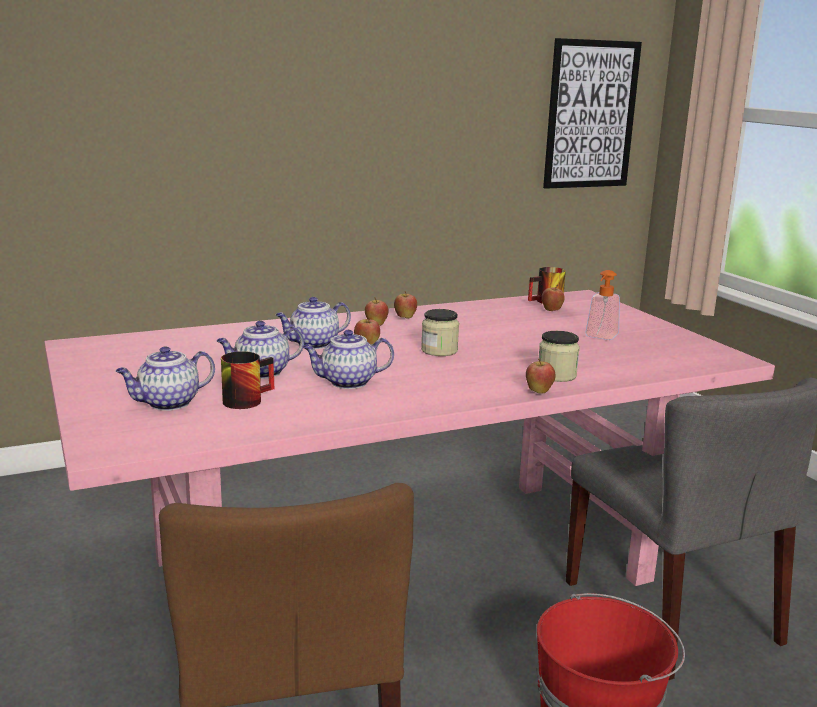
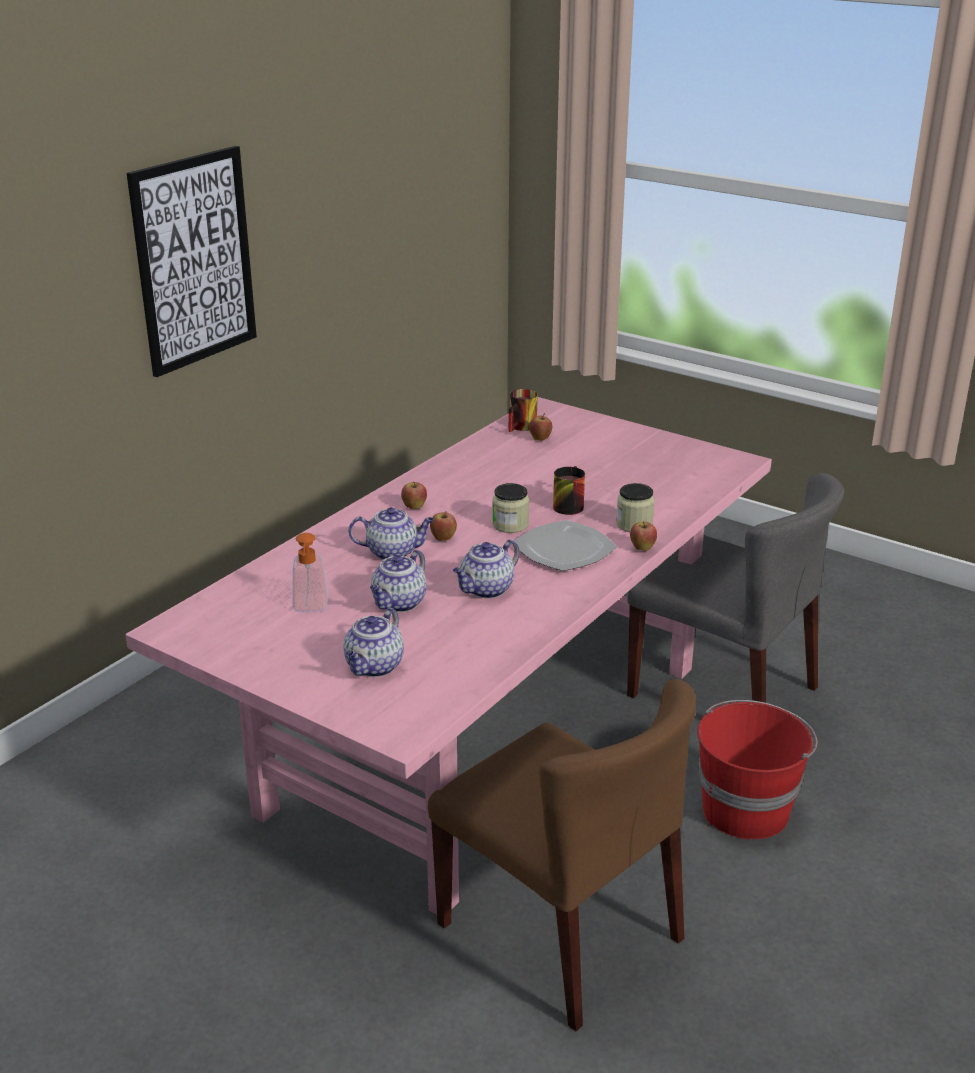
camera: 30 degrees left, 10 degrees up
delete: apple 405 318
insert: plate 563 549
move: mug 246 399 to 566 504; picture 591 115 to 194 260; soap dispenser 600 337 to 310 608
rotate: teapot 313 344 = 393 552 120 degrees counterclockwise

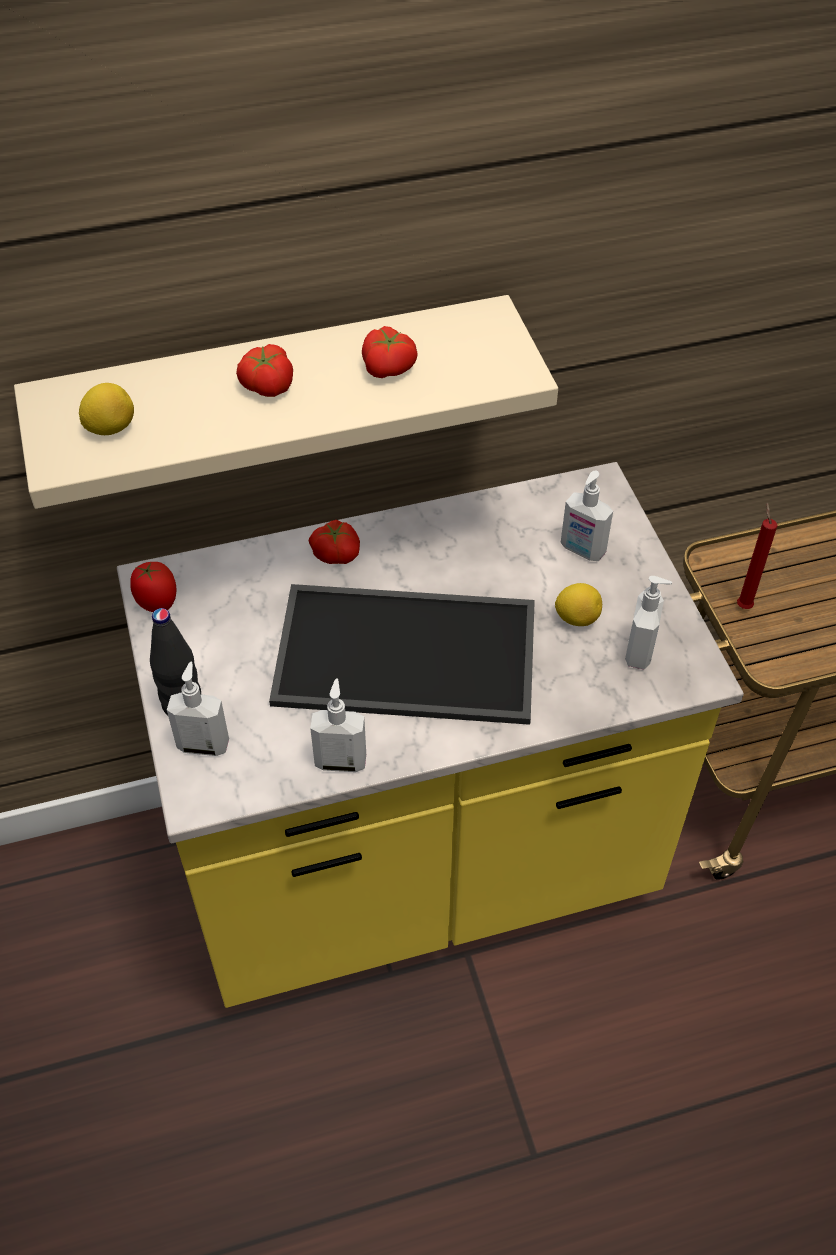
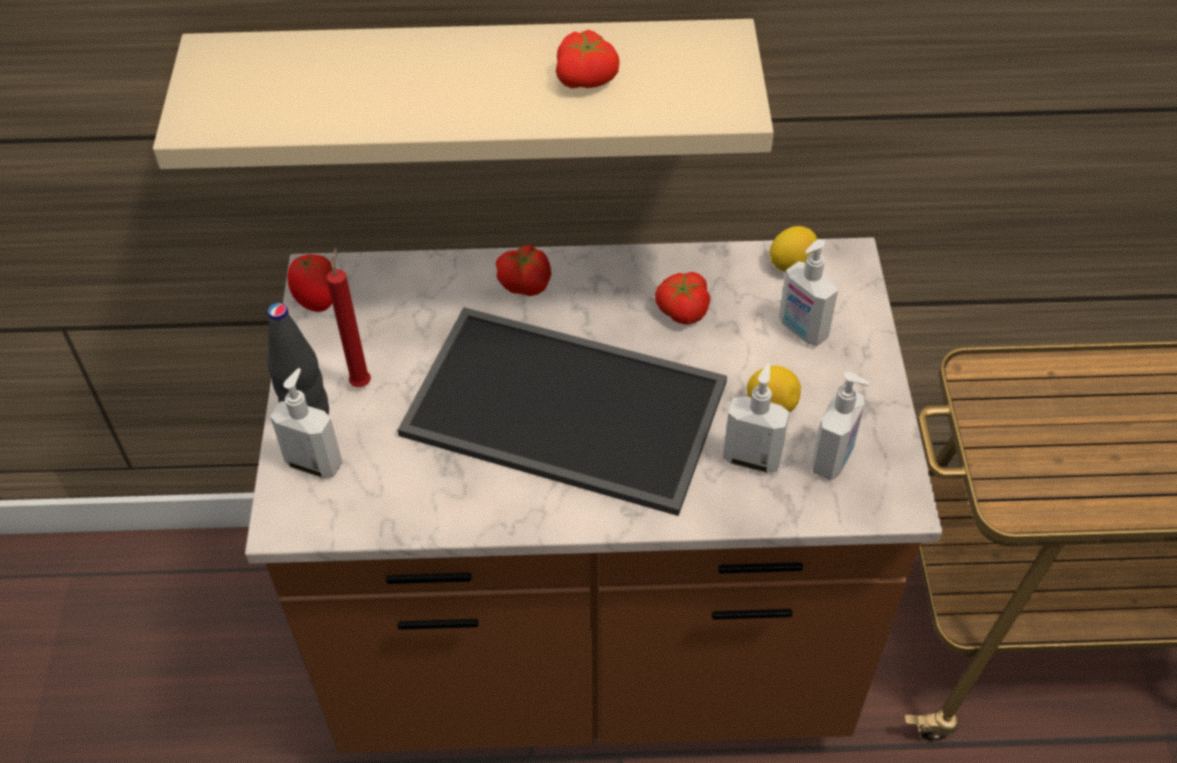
camera: 15 degrees right, 0 degrees up
move: lemon 110 428 to 792 266; tomato 266 386 to 681 310; soap dispenser 341 760 to 752 458; candle (red) 743 605 to 362 381
recolor: counter (yellow) 418 868 to counter (brown) 592 649

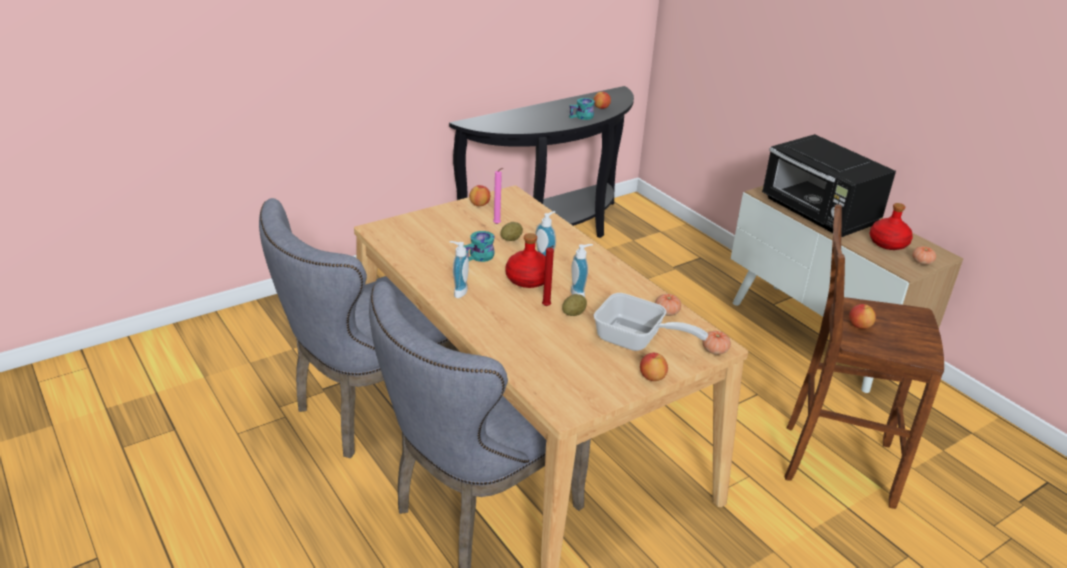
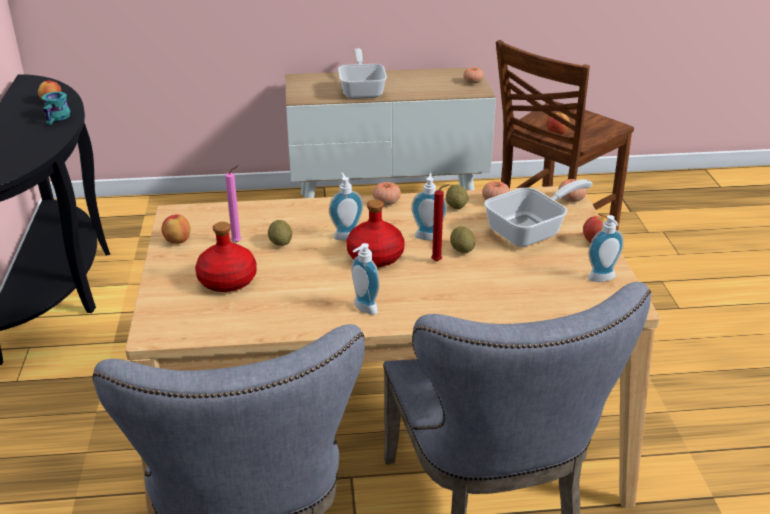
camera: 60 degrees left, 0 degrees up
delete: mug (turquoise) 480 258
insert: tomato 386 202; potato 456 206; soap dispenser 603 279
move: bottle (red) 888 243 to 228 281
replace: microwave (black) 819 214 to frying pan 362 90

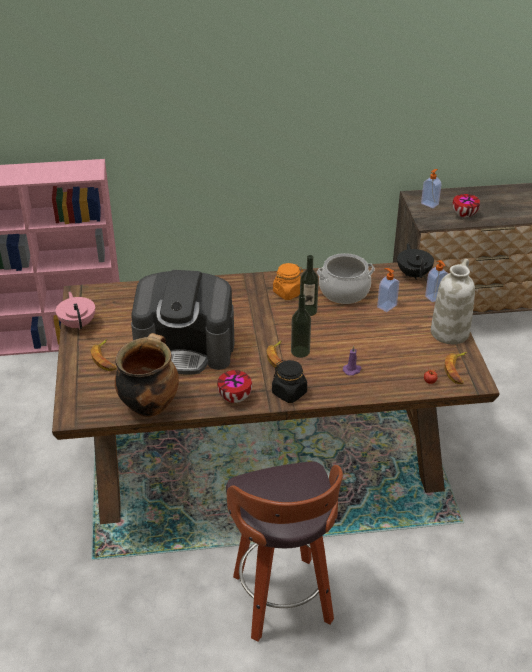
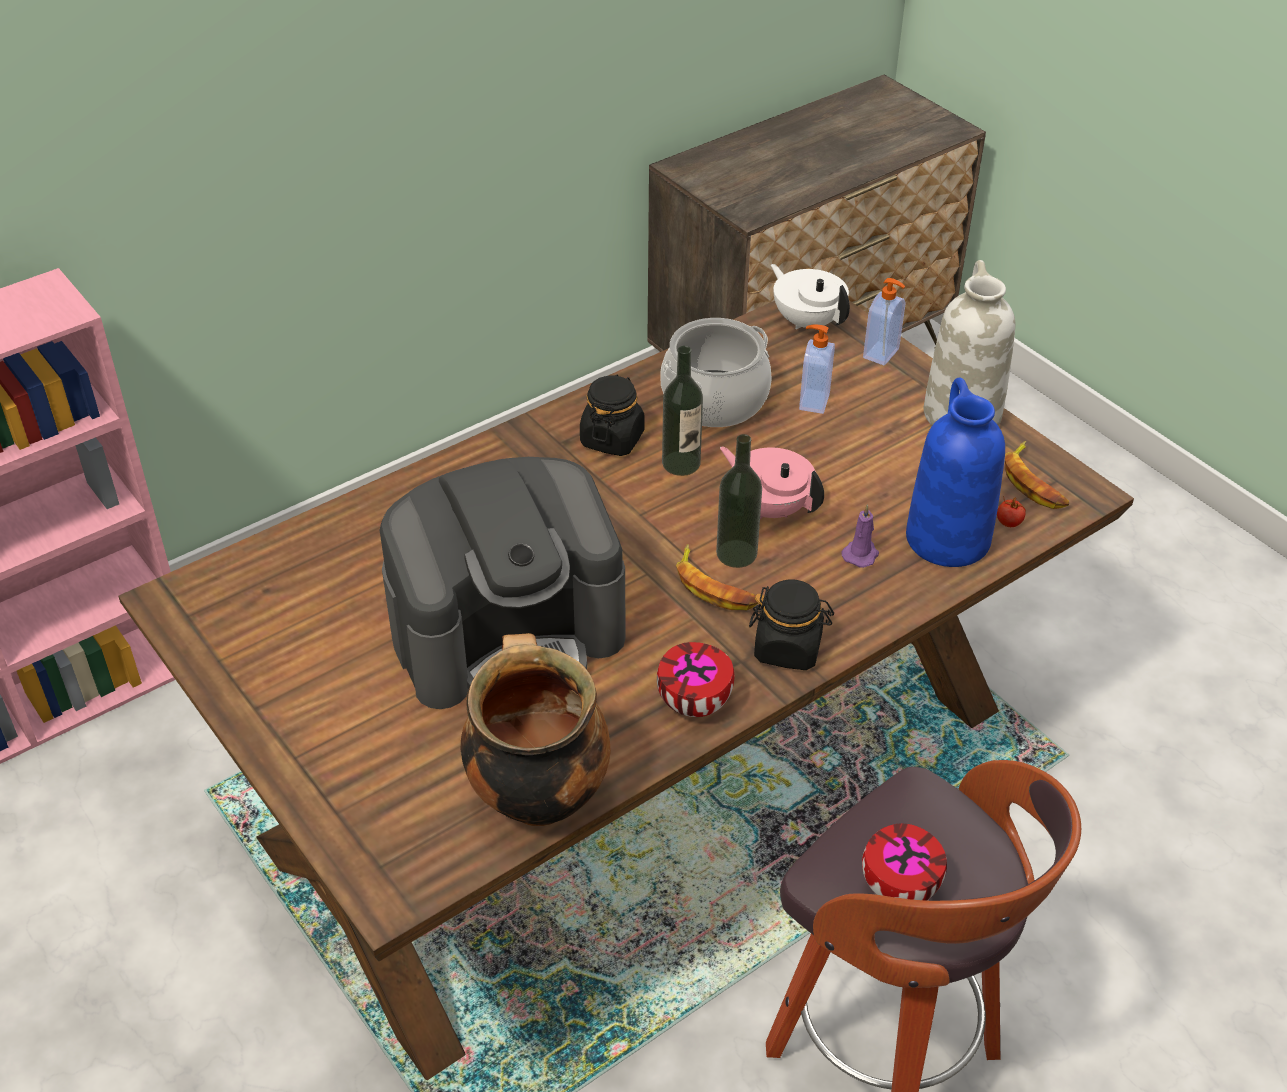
camera: 30 degrees left, 5 degrees up
delete: banana 105 359; soap dispenser 430 204
insert: vase (blue) 946 538
move: teapot (pink) 78 324 to 770 507; bowl 463 215 to 897 887
recolor: jar (orange) 288 292 to jar (black) 612 438; teapot (black) 413 274 to teapot (white) 807 321

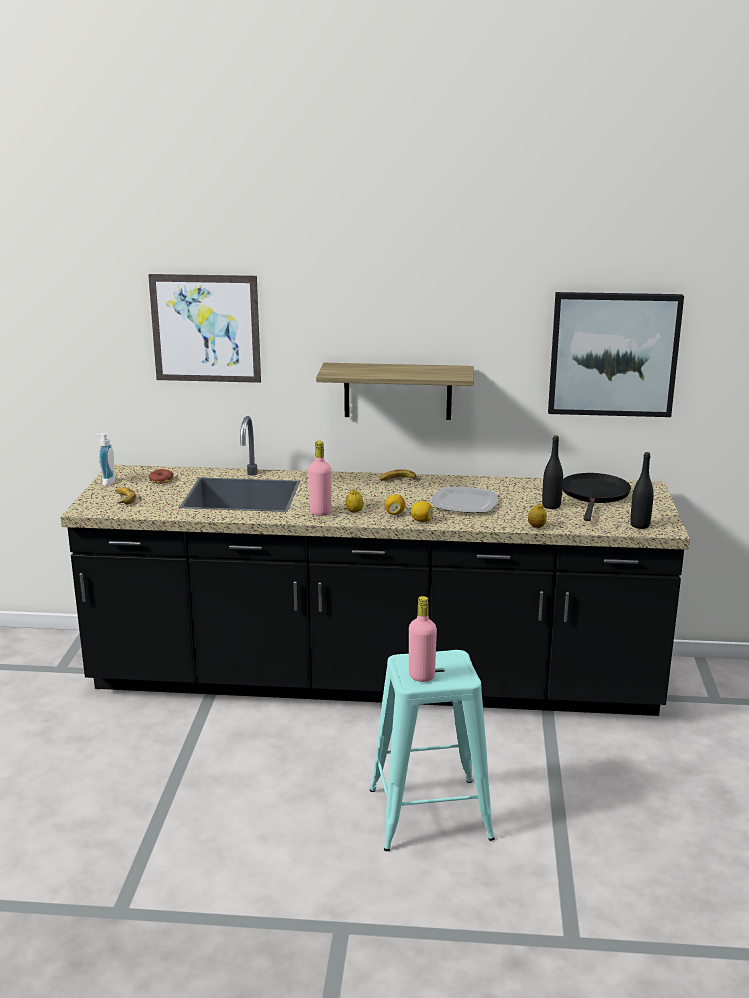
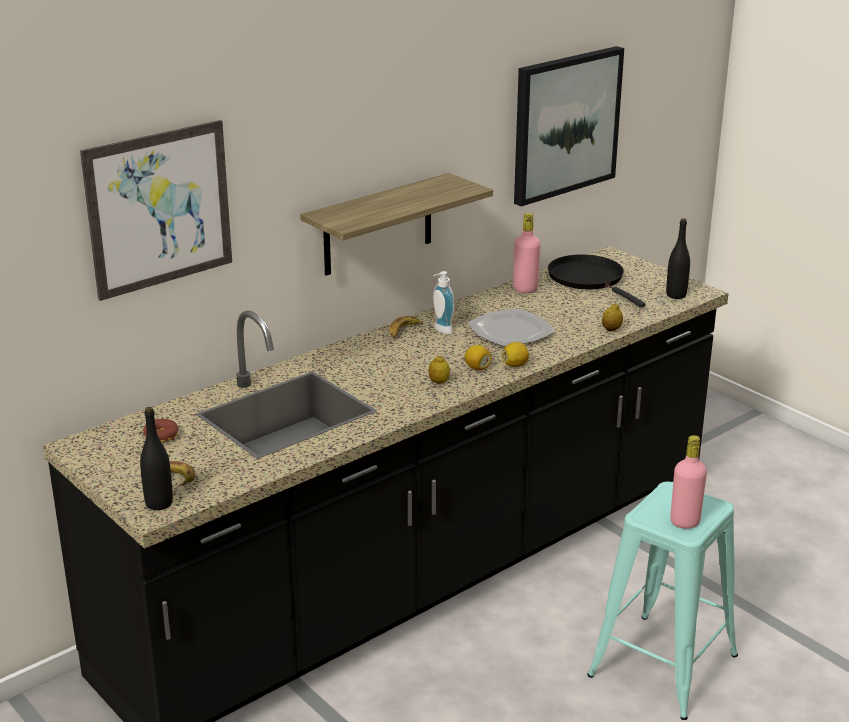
camera: 45 degrees left, 5 degrees up
move: soap dispenser 106 482 to 440 330; bottle (pink) 320 512 to 525 289; bottle (black) 551 506 to 159 503

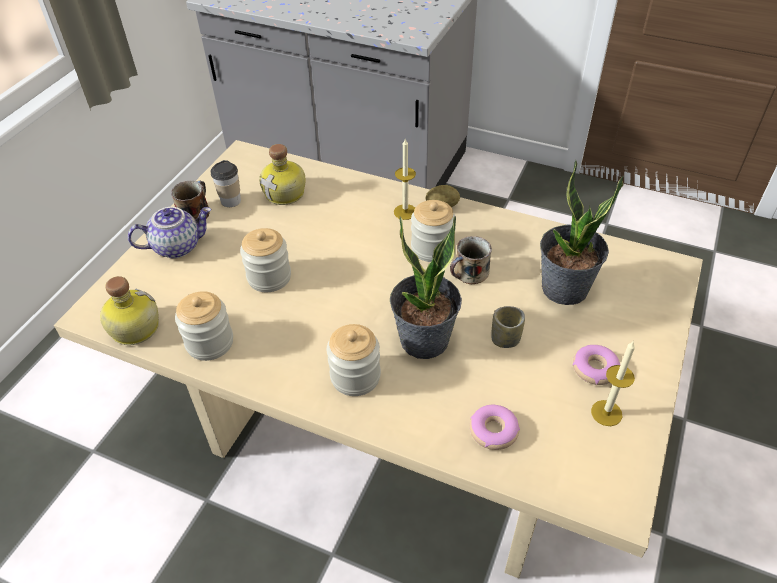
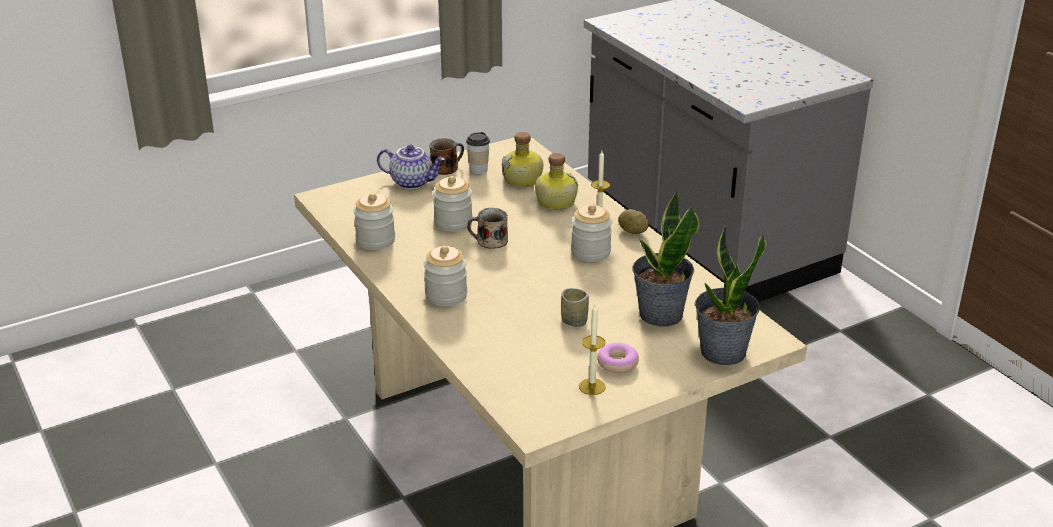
camera: 35 degrees right, 15 degrees down
delete: donut 493 431
move: bottle 133 328 to 555 201; potted plant 424 340 to 722 352; mug 470 273 to 490 241

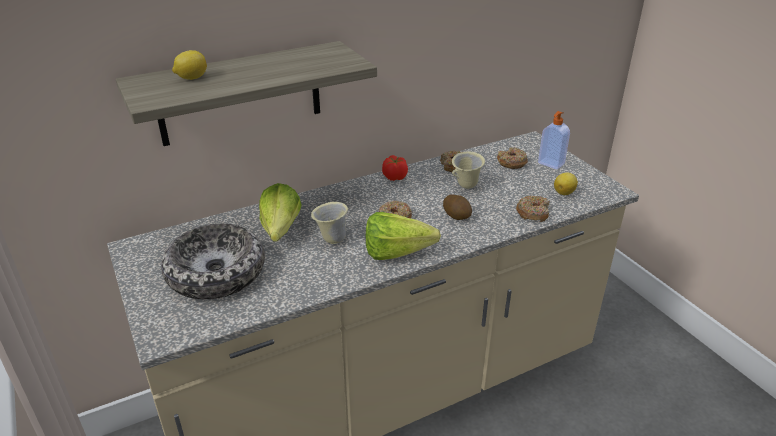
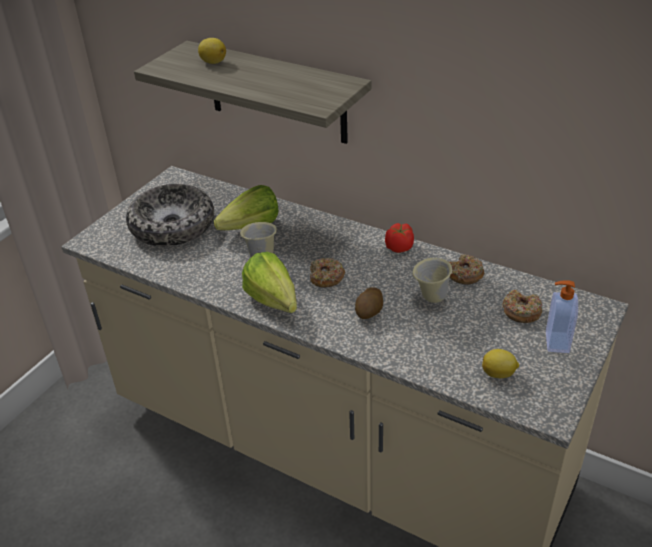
camera: 60 degrees right, 5 degrees up
delete: donut 533 213

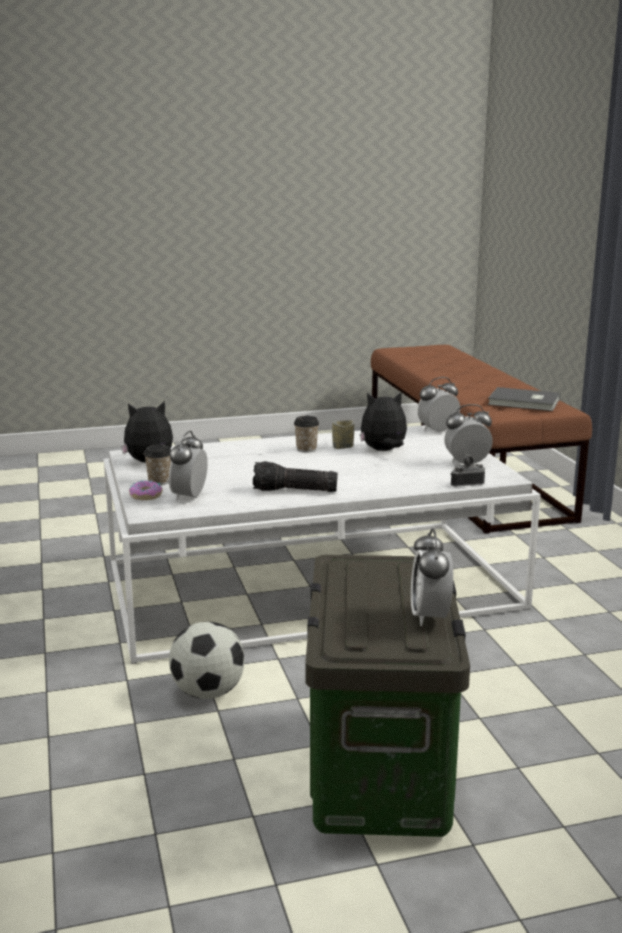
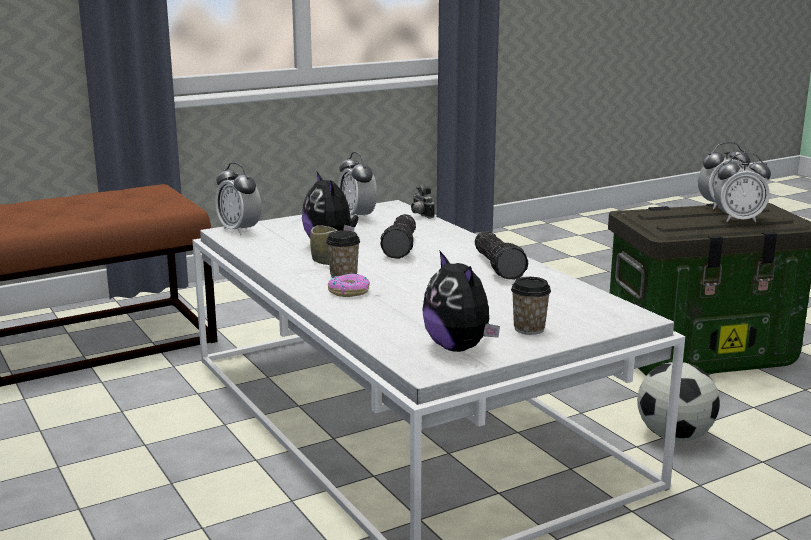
camera: 105 degrees left, 0 degrees up
delete: book (grey) 524 402
insert: flashlight 402 247
move: donut 146 495 to 349 291; alarm clock 189 497 to 738 220

